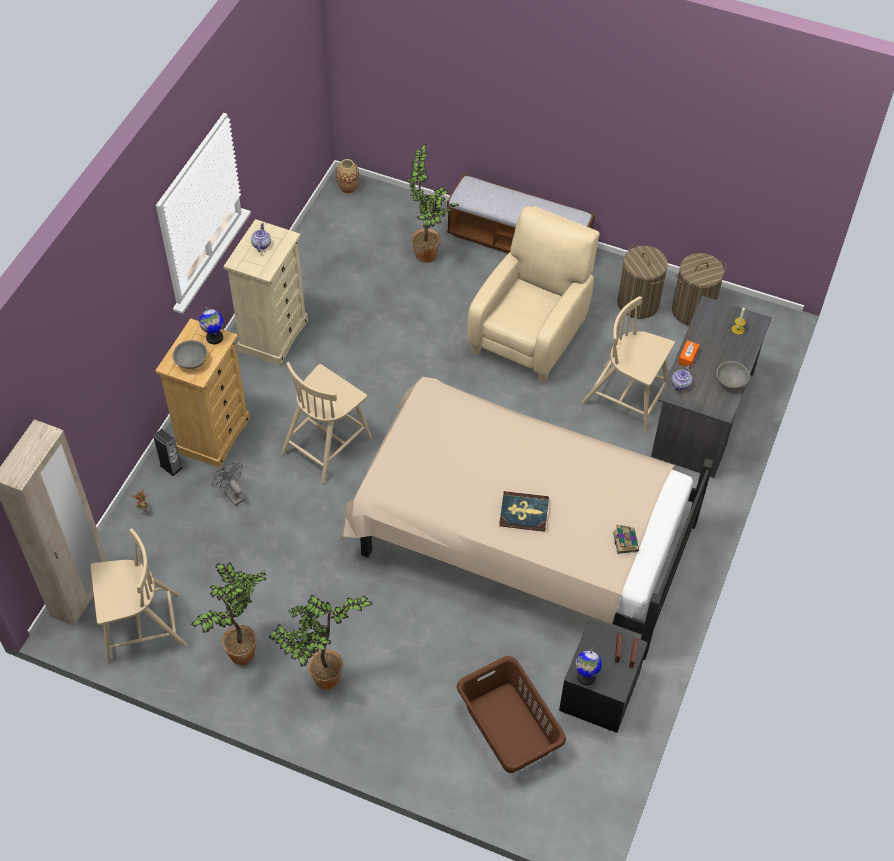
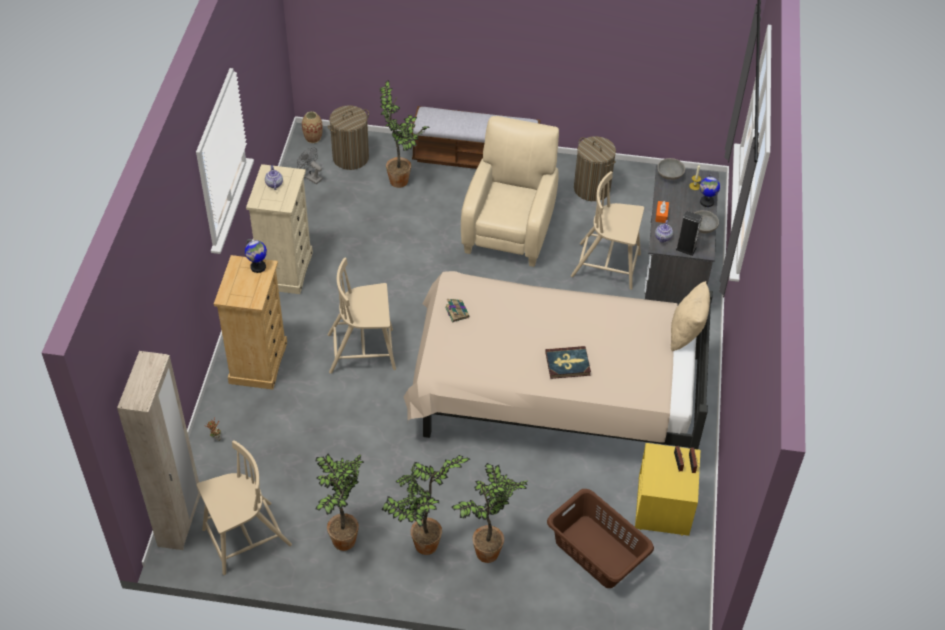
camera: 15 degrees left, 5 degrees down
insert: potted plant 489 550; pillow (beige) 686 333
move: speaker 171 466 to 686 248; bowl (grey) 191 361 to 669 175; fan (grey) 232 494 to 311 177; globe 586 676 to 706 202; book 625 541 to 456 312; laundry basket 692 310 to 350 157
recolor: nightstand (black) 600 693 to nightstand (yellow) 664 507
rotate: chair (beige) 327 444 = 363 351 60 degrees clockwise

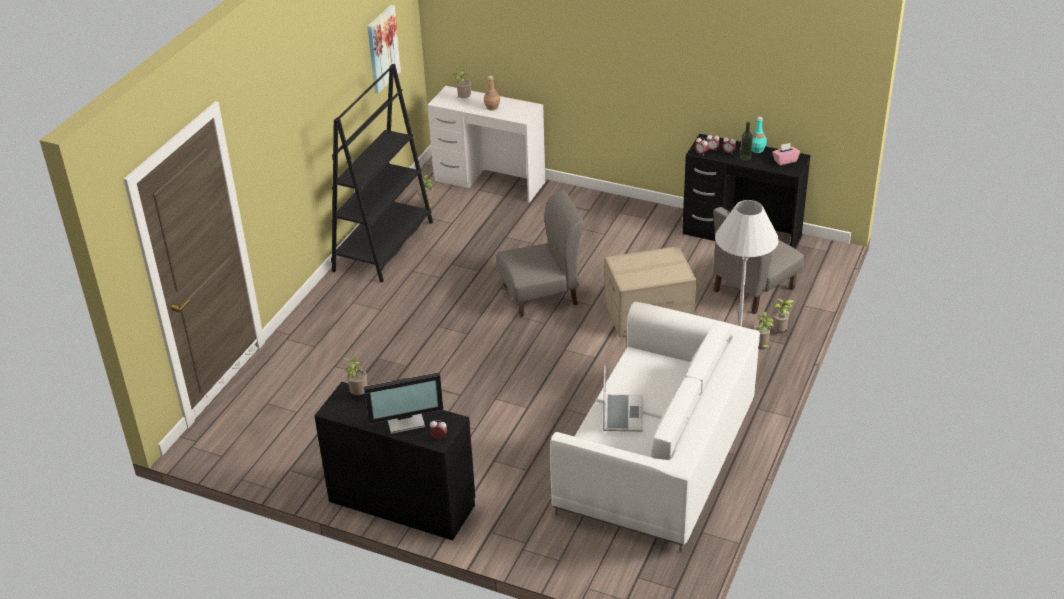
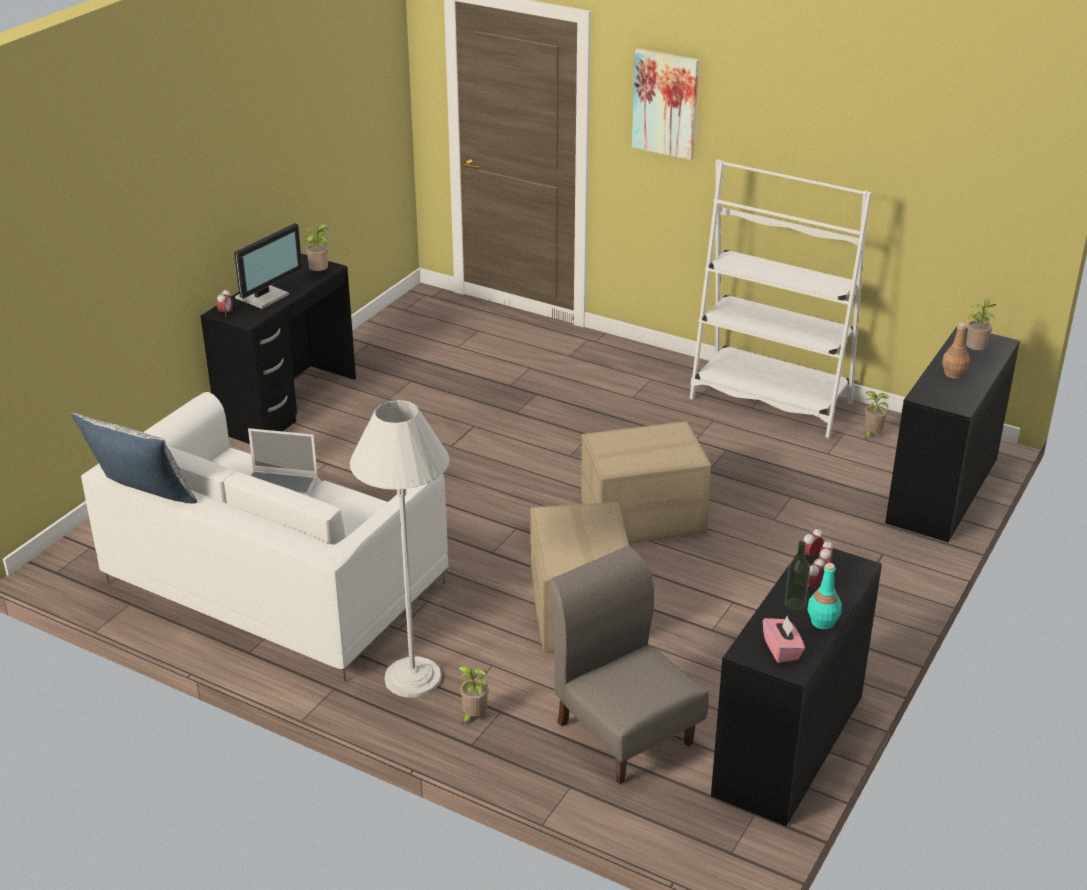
camera: 95 degrees right, 5 degrees down
delete: potted plant 780 331
insert: pillow 141 497
move: picture 382 48 to 665 103
replace: chair (grey) 541 295 to cardboard box 643 518
recolor: bookcase (black) 383 246 to bookcase (white) 770 401; desk (white) 490 181 to desk (black) 943 490
rotate: monitor 406 420 = 264 296 135 degrees counterclockwise

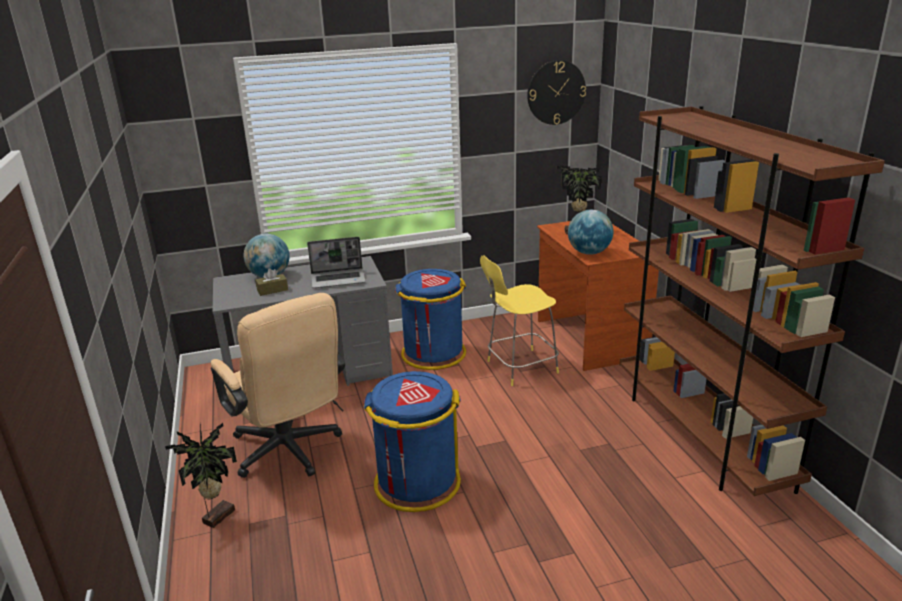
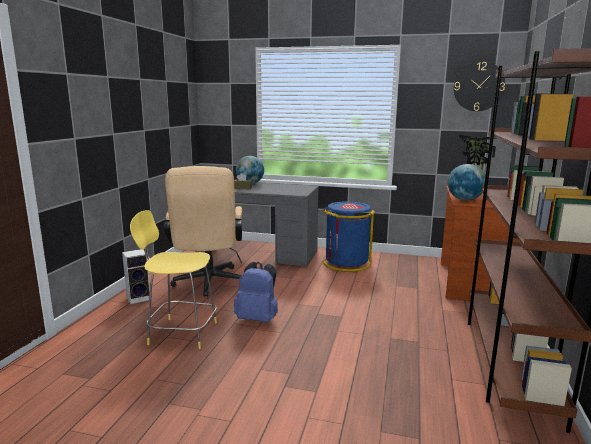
camera: 30 degrees right, 10 degrees down
delete: laptop 339 279
move: stool (yellow) 519 367 to 180 333
replace: potted plant 217 516 to speaker 139 298; trash can (blue) 416 483 to backpack (blue) 258 318

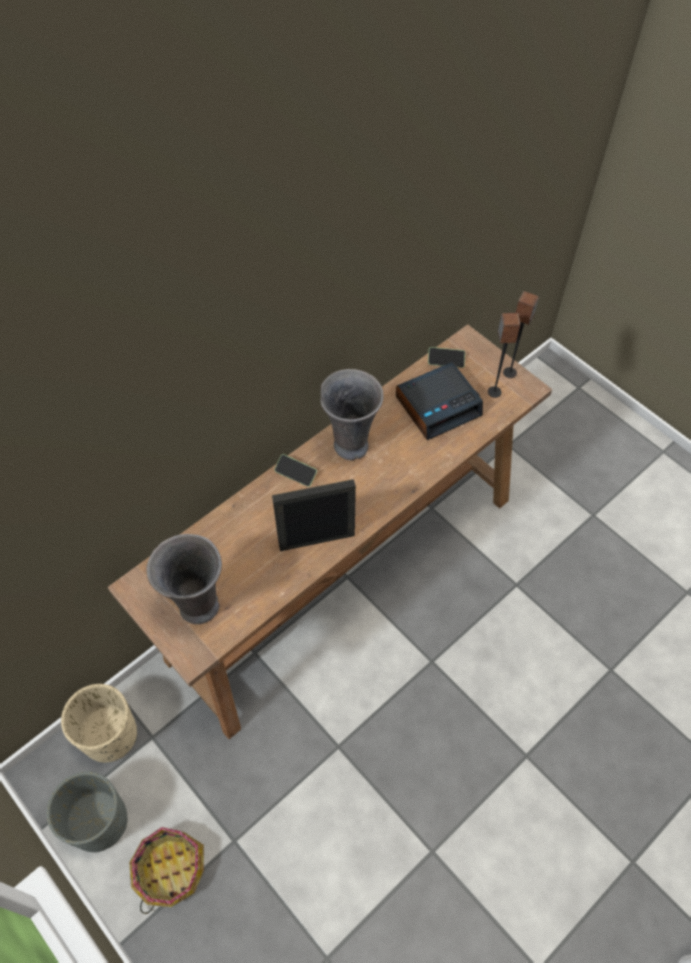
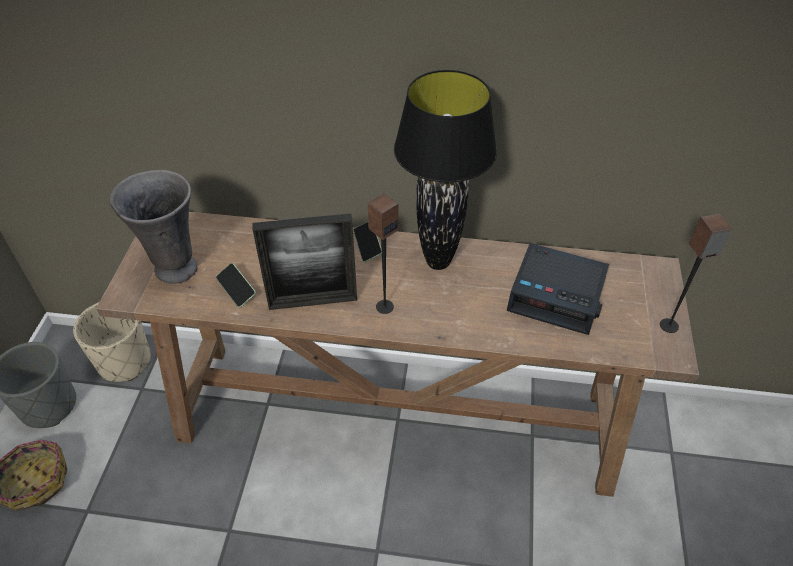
camera: 50 degrees right, 10 degrees down
move: phone 446 361 to 236 289; speaker 494 392 to 384 306
replace: vase (grey) 350 444 to table lamp (black) 438 261
rotate: picture frame 316 540 = 313 301 135 degrees clockwise

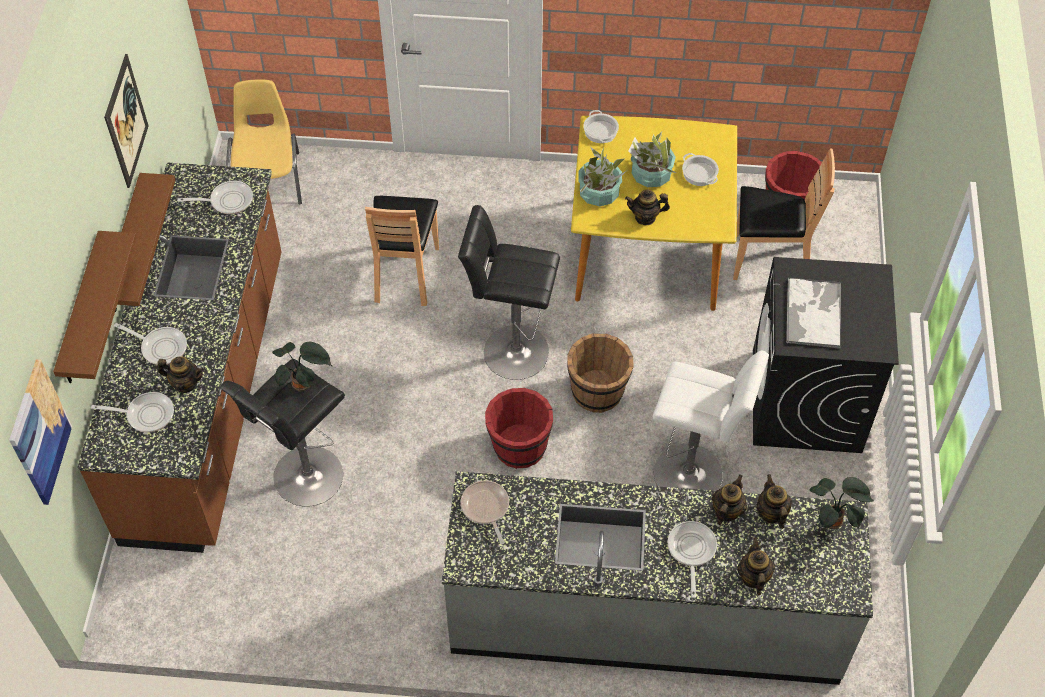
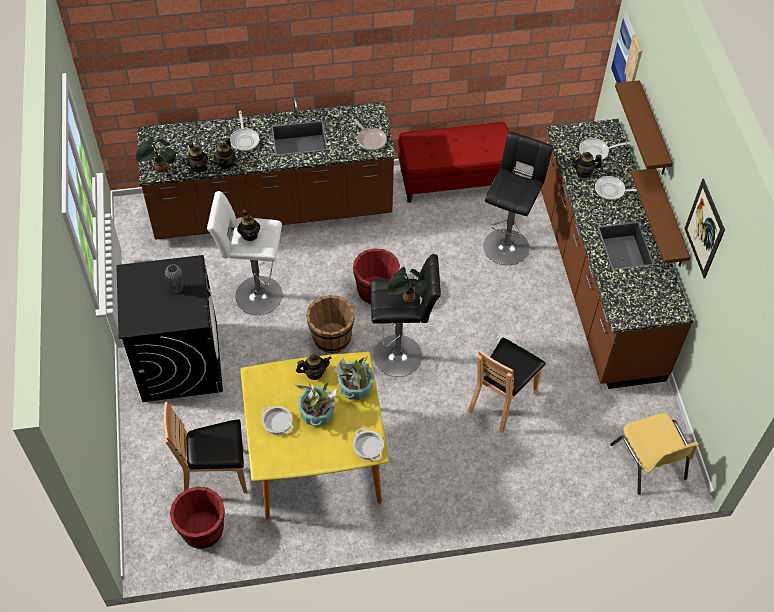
camera: 165 degrees right, 0 degrees up
delete: frying pan 227 201
insert: bench (red) 454 180
move: potted plant 303 385 to 407 299; teapot 753 577 to 250 235
replace: tray 813 313 to vase (grey) 177 289
recolor: counter (grey) 646 616 to counter (brown) 272 209
rotate: chair (brown) 405 273 = 501 400 135 degrees counterclockwise

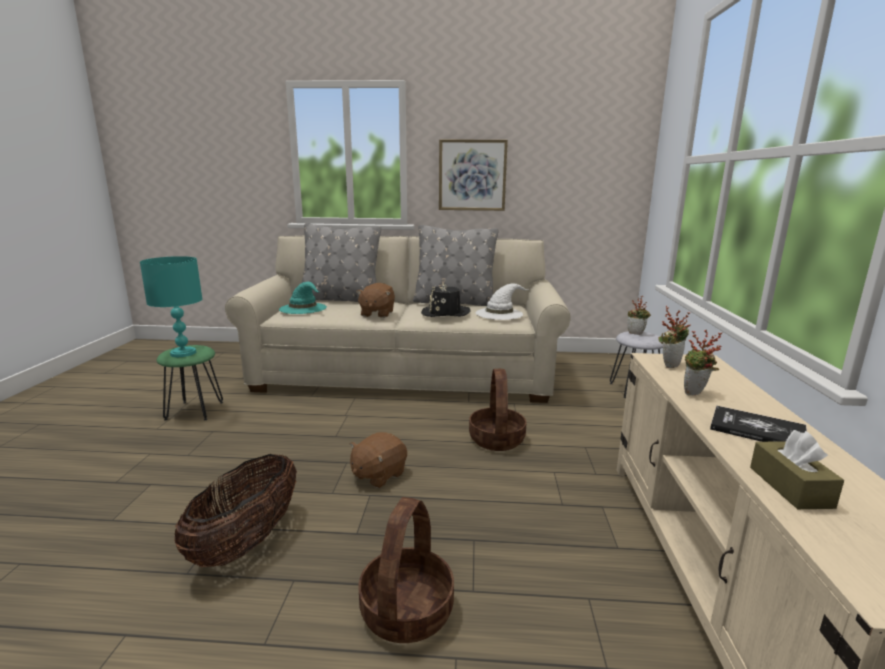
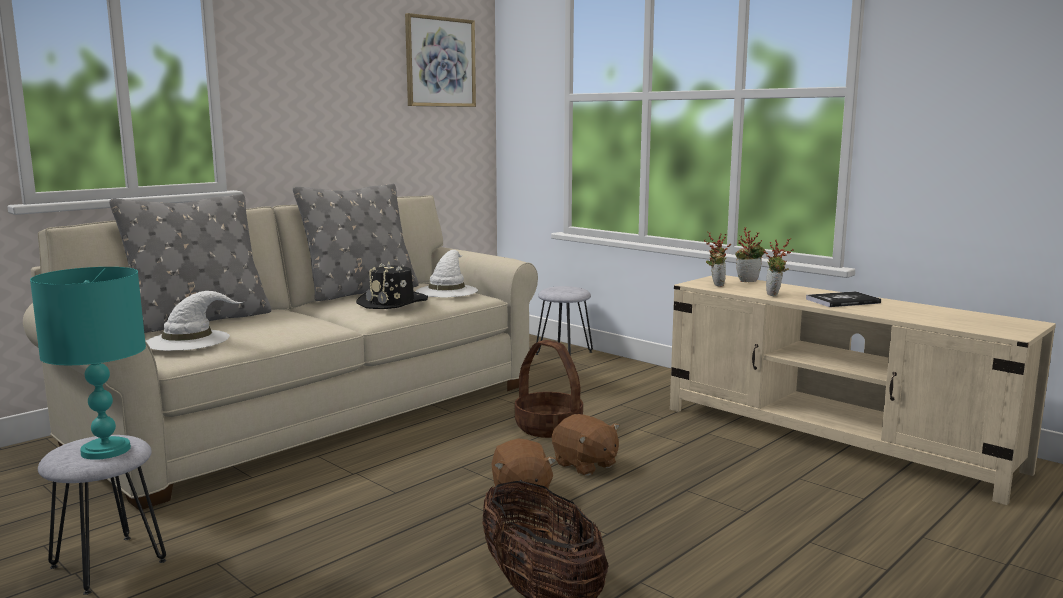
camera: 50 degrees left, 5 degrees down
delete: basket 407 610; tissue box (brown) 790 487
move: plush toy (brown) 377 314 to 585 465; picture 472 175 to 440 62; potted plant 636 333 to 748 281
recolor: stool (green) 194 410 to stool (grey) 107 564; hat (turquoise) 303 308 to hat (white) 189 340

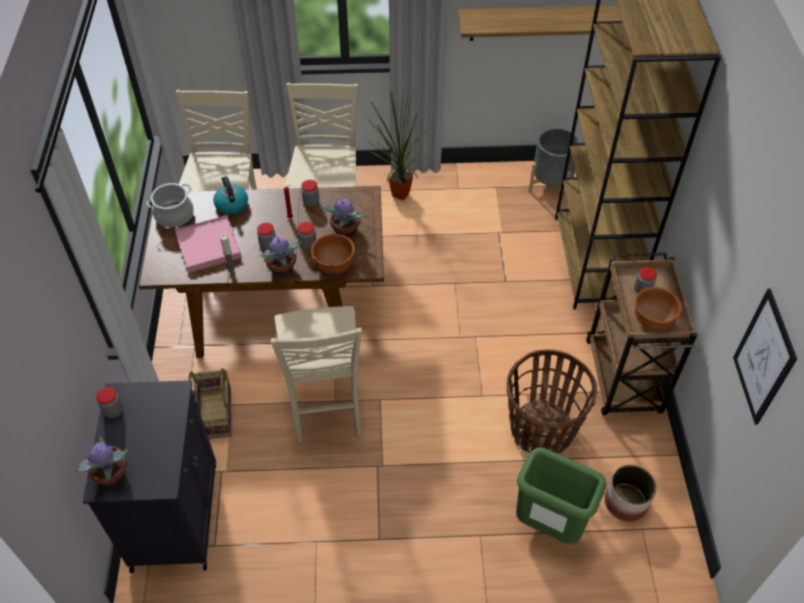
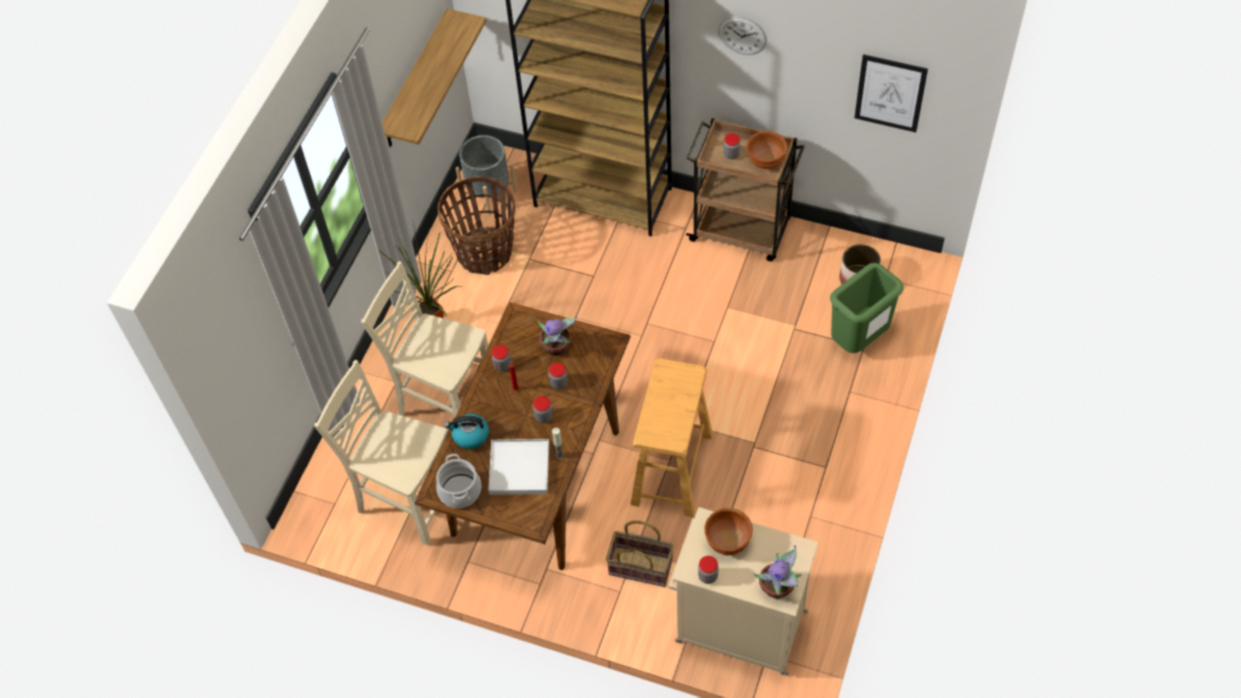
camera: 65 degrees left, 5 degrees up
delete: potted plant 282 270
insert: wall clock 742 35
move: bowl (brown) 334 266 to 727 542; basket 541 430 to 485 252
replace: chair (beige) 325 406 to stool (beige) 671 470
recolor: cabinet (black) 175 513 to cabinet (beige) 738 626; tray (pink) 208 246 to tray (white) 519 468

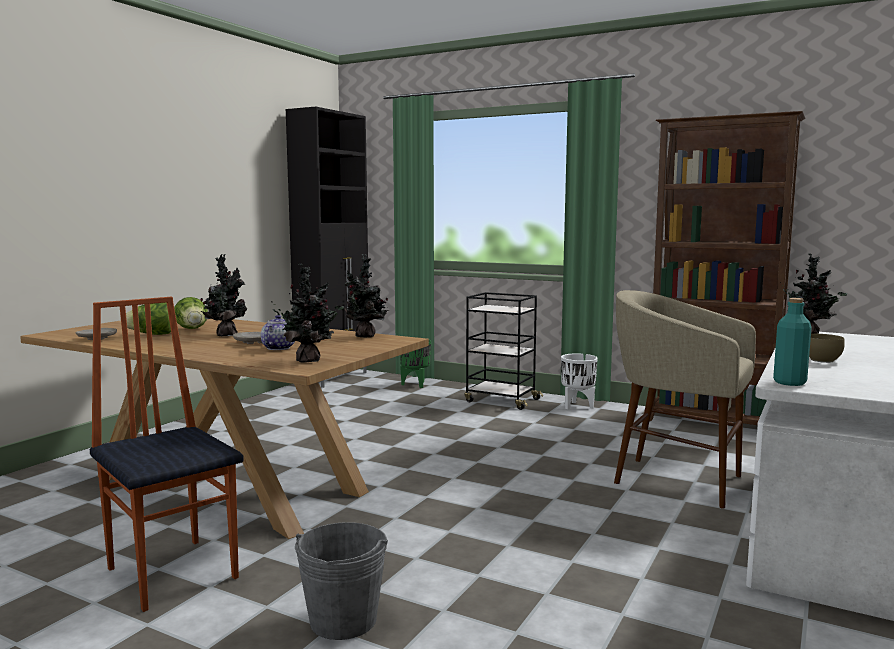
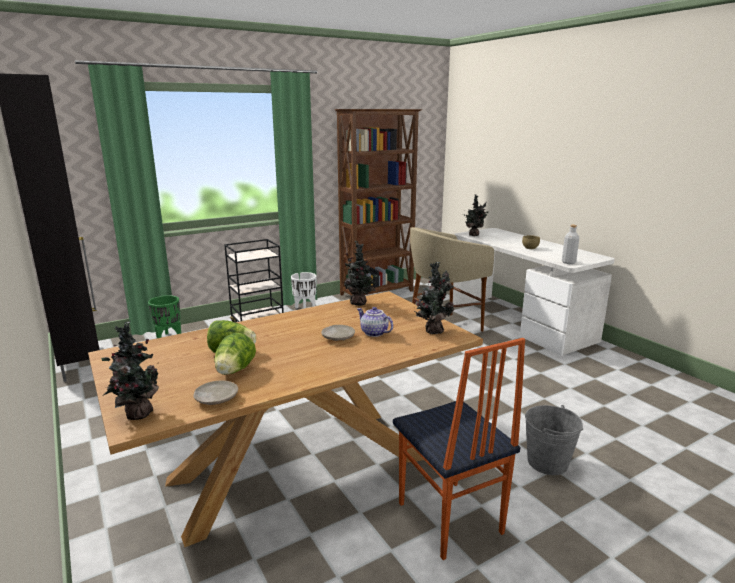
camera: 60 degrees left, 10 degrees up
move: potted plant 226 335 to 136 414
recolor: bottle (turquoise) 789 382 to bottle (grey) 568 262
rotate: chair 174 572 = 448 519 105 degrees counterclockwise

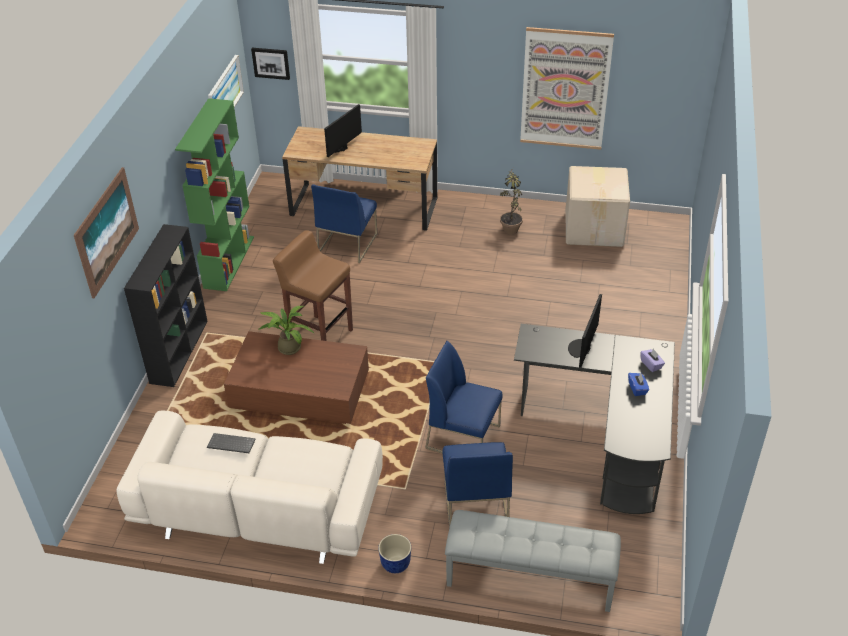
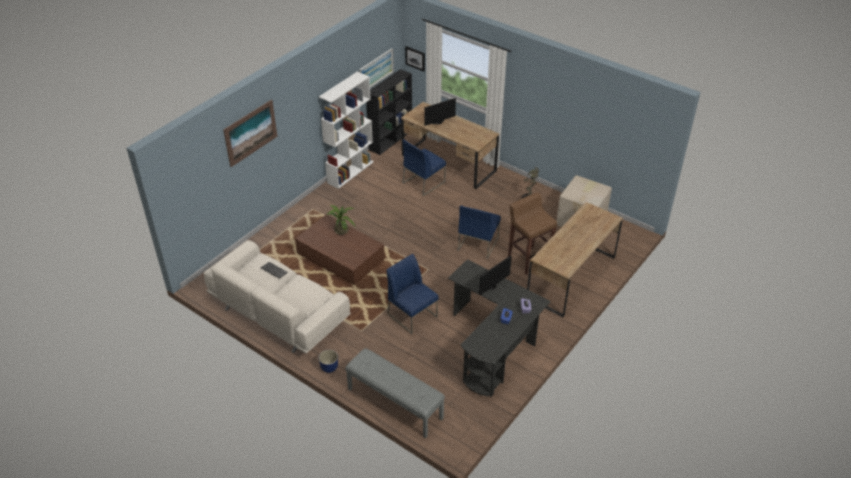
camera: 25 degrees right, 0 degrees up
delete: picture 565 89
insert: desk (brown) 571 277
move: bookcase (black) 179 350 to 391 139; stool (brown) 320 336 to 528 260; chair (blue) 475 502 to 478 243
recolor: bookcase (green) 229 261 to bookcase (white) 350 172

